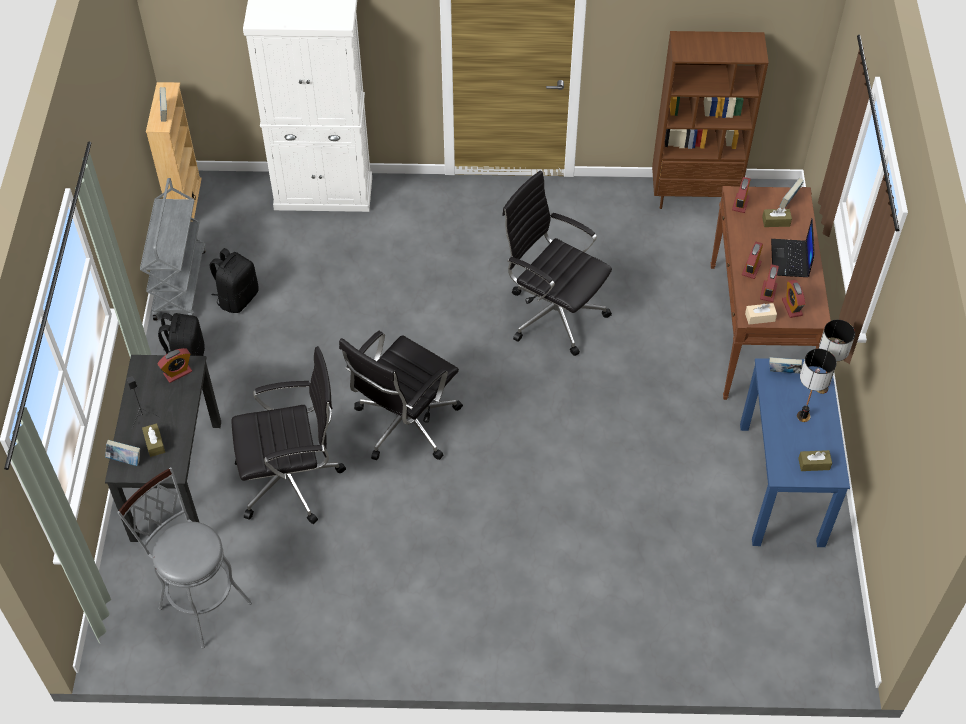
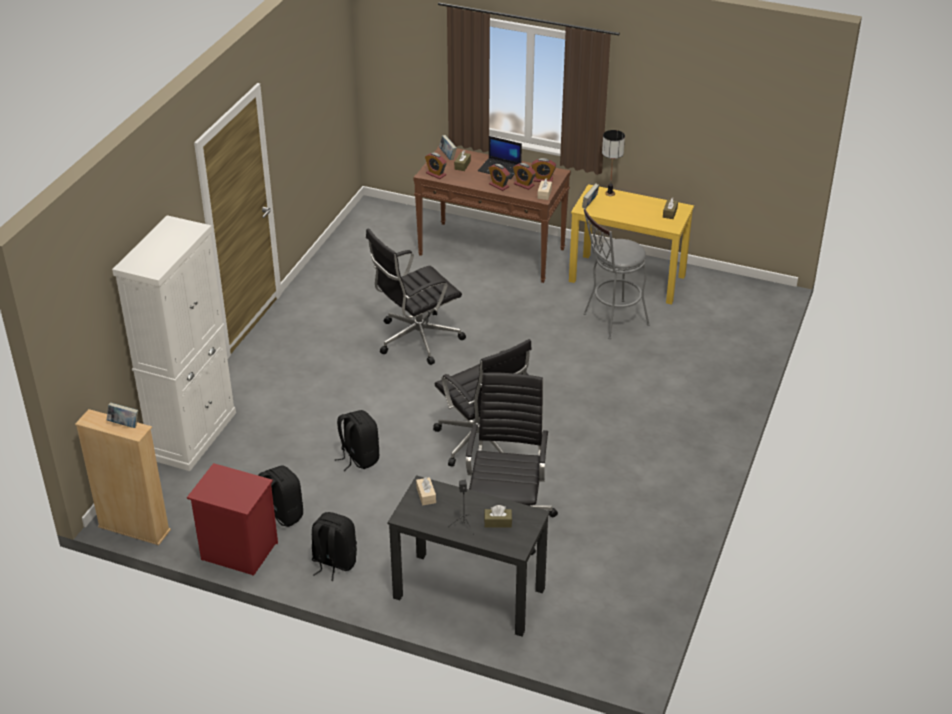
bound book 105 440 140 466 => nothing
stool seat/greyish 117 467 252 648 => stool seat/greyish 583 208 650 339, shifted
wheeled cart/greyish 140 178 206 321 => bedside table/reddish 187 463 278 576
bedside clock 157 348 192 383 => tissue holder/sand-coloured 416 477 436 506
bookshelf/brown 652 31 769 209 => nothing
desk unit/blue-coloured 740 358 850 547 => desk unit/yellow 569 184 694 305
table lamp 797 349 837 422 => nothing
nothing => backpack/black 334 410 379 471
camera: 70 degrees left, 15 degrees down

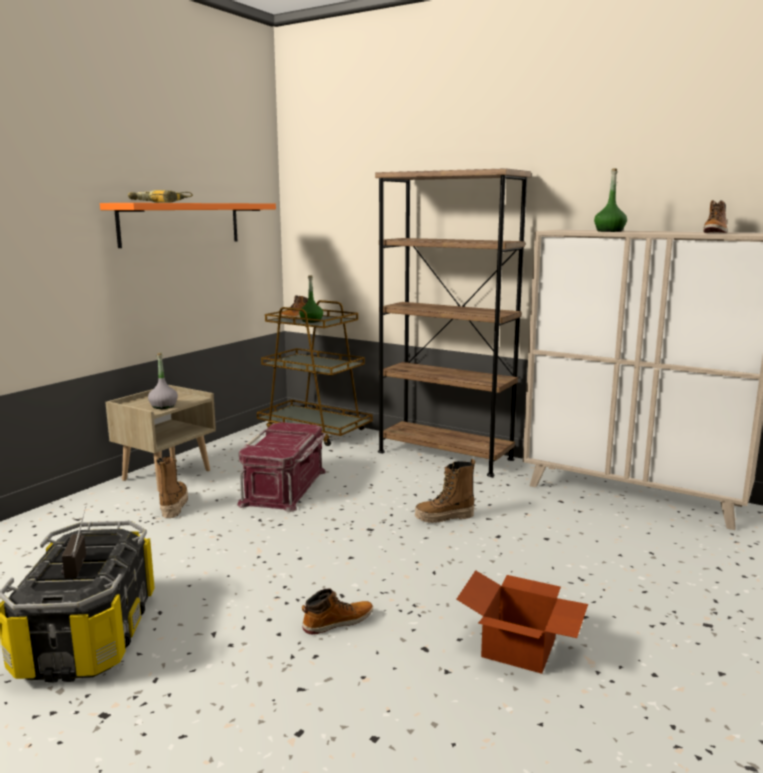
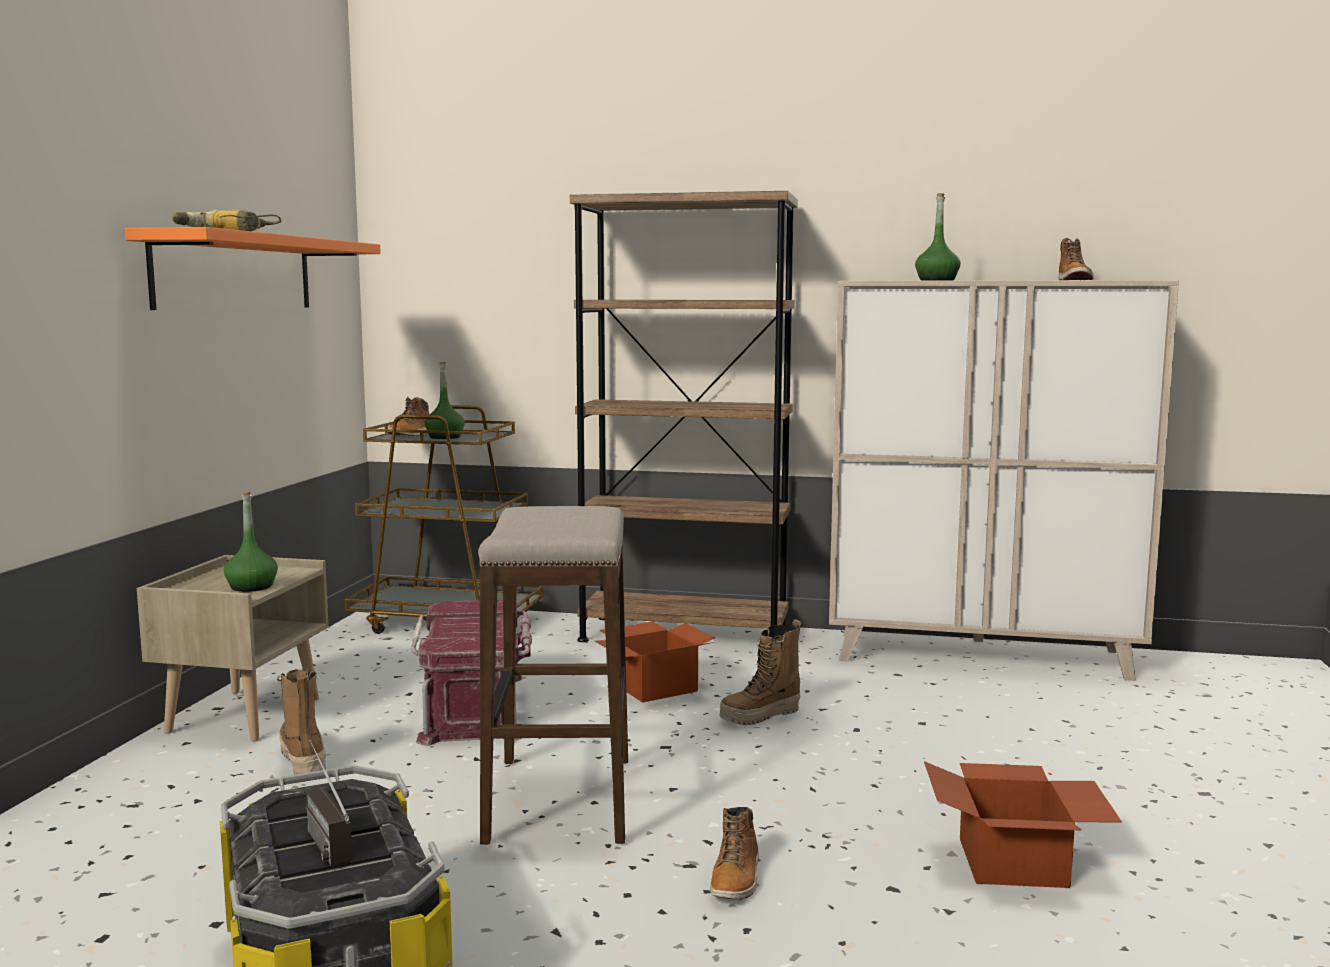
bottle/greyish 148 353 178 409 => bottle/green-coloured 224 491 278 592
boot 302 589 373 634 => boot 710 807 759 899, 150 degrees clockwise
nothing => stool seat 478 506 628 845
nothing => carton 595 621 715 703
camera: 20 degrees left, 5 degrees down

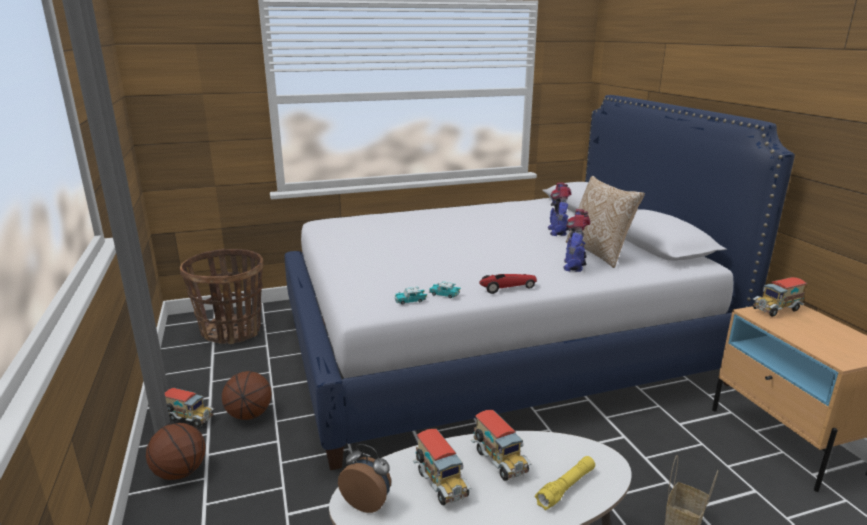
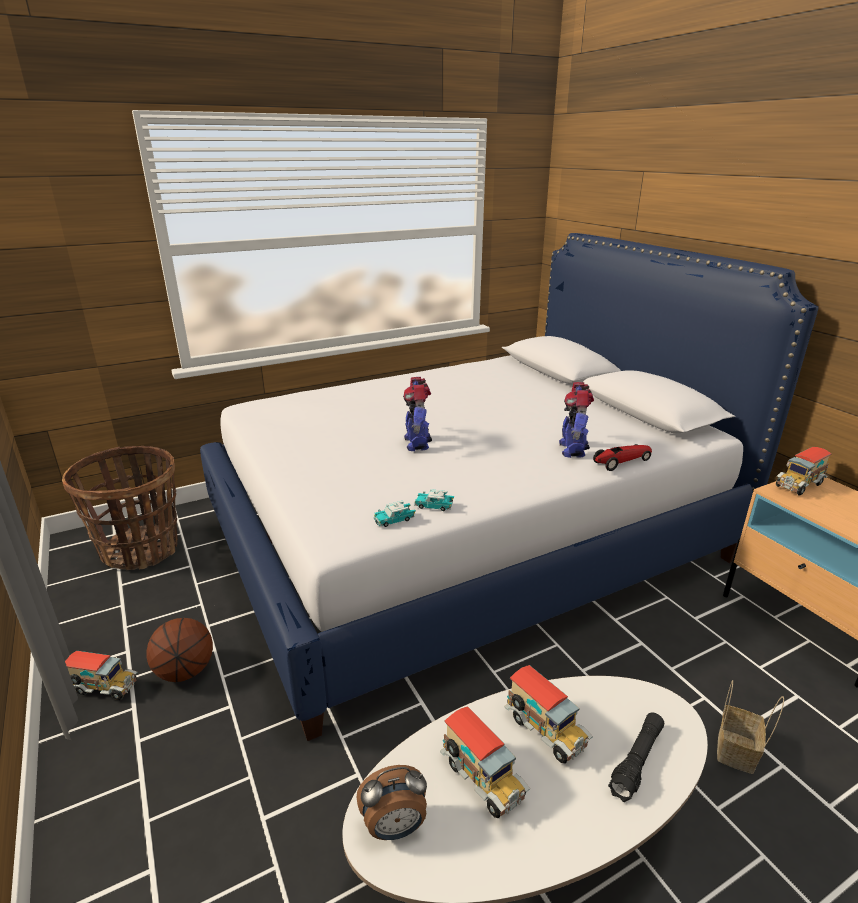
basketball 146 423 206 480 => nothing
bedside clock 338 444 391 513 => bedside clock 356 765 427 840, 150 degrees clockwise
model car 479 274 537 294 => model car 593 444 652 471, shifted
hand torch/yellow 535 456 595 510 => hand torch/black 608 712 664 802
toy robot 548 183 572 236 => toy robot 403 377 432 451, shifted
cushion 566 176 645 268 => nothing
camera: 10 degrees left, 5 degrees up

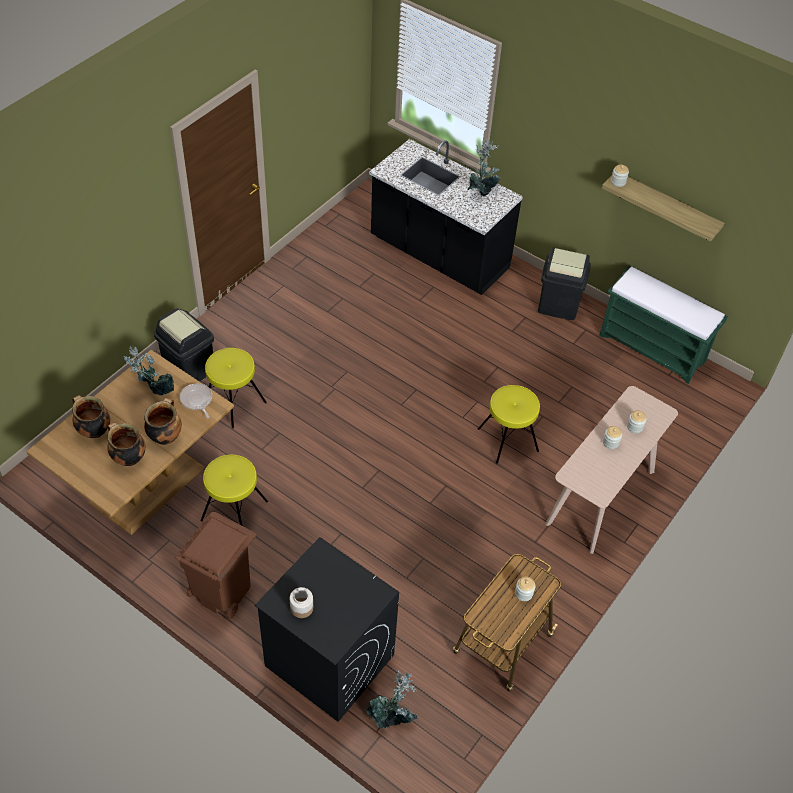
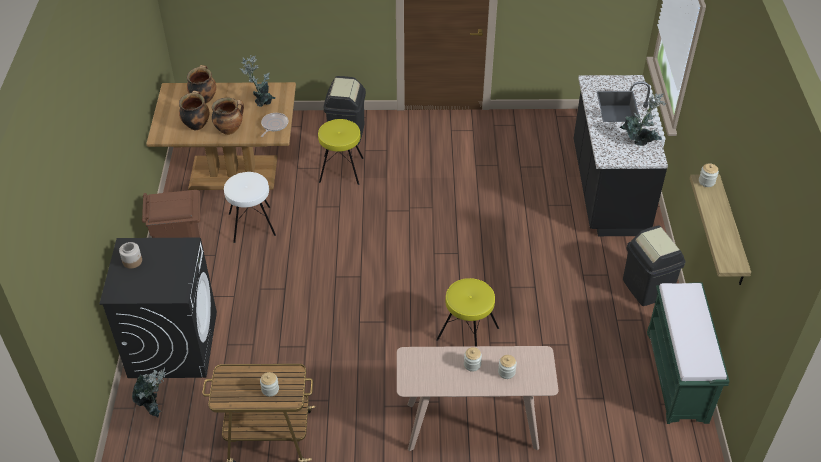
stool seat/yellow 200 455 268 526 => stool seat/whitish 224 172 276 243
camera: 55 degrees right, 5 degrees down

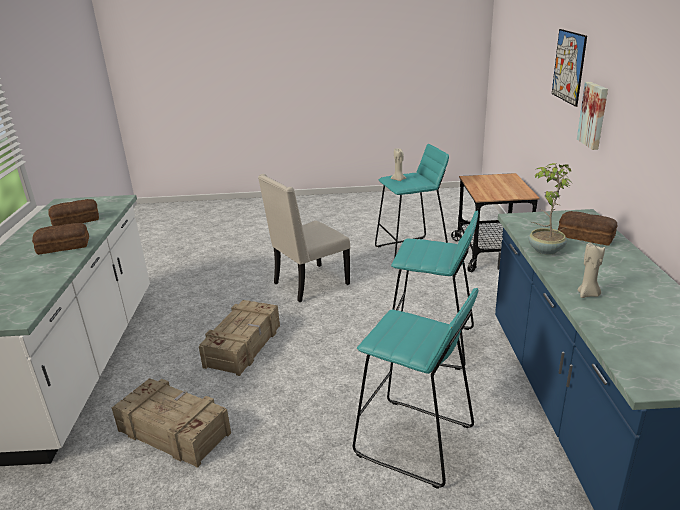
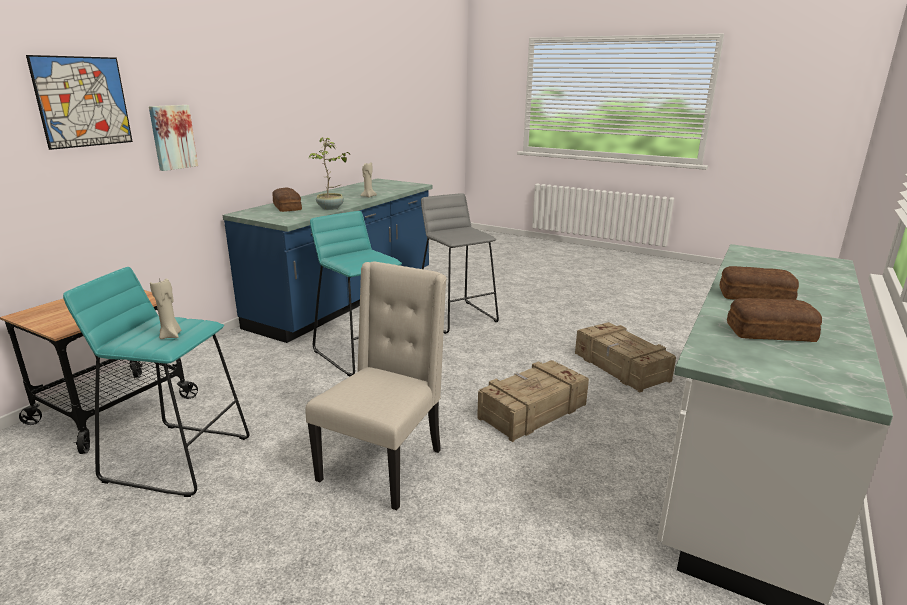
upright chair/sand-coloured 258 174 350 302 => upright chair/sand-coloured 305 261 447 510, 60 degrees counterclockwise
stool seat/blue-green 353 288 478 489 => stool seat/greyish 421 193 499 334
camera: 150 degrees left, 5 degrees down

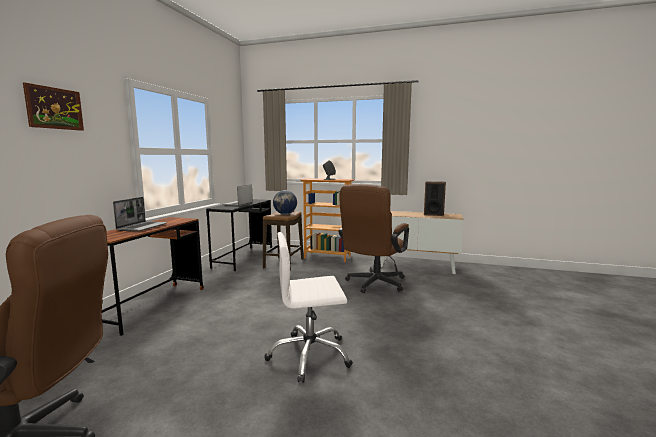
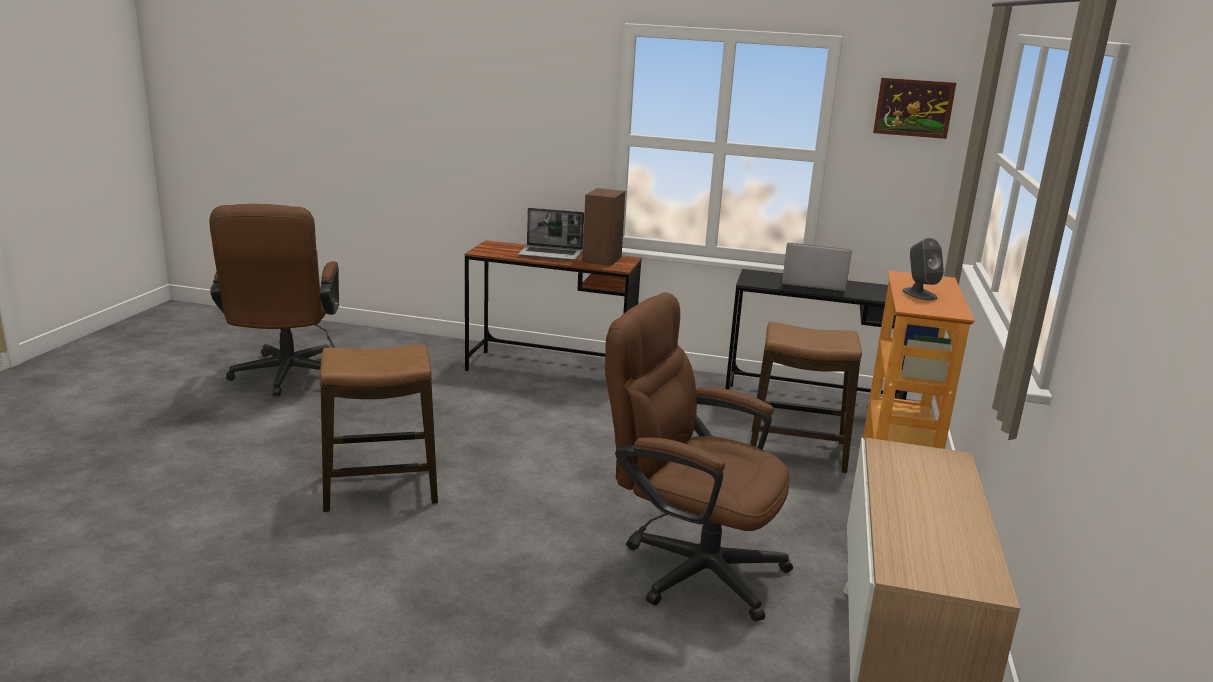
wall picture 23 82 84 131 => wall picture 873 78 956 139, shifted
desk chair/whitish 265 232 353 383 => stool seat 320 344 438 512
world globe 273 190 297 214 => nothing
loudspeaker 424 181 446 216 => loudspeaker 582 188 625 266, shifted
camera: 85 degrees right, 10 degrees up

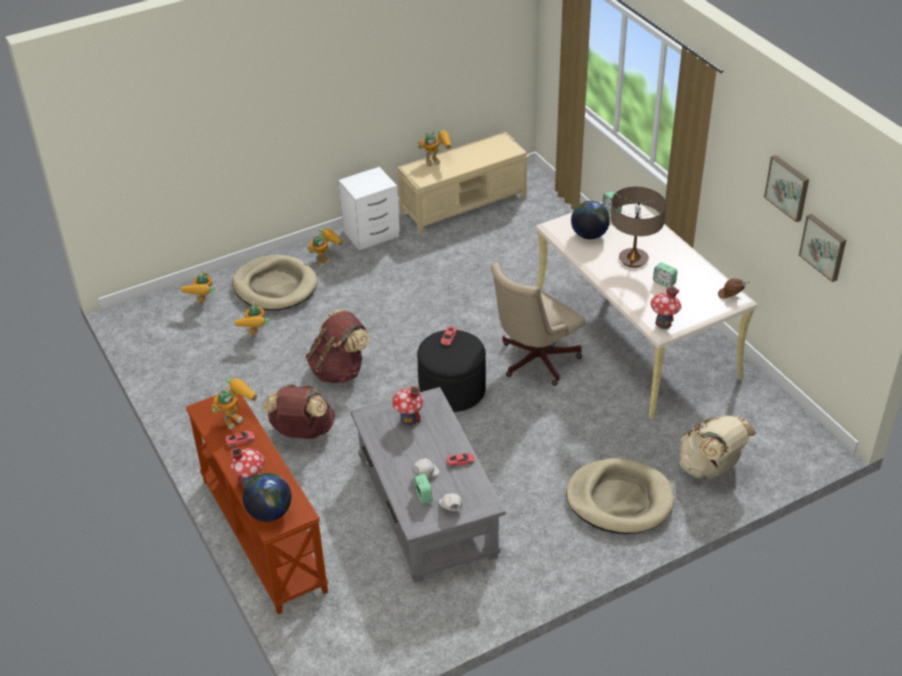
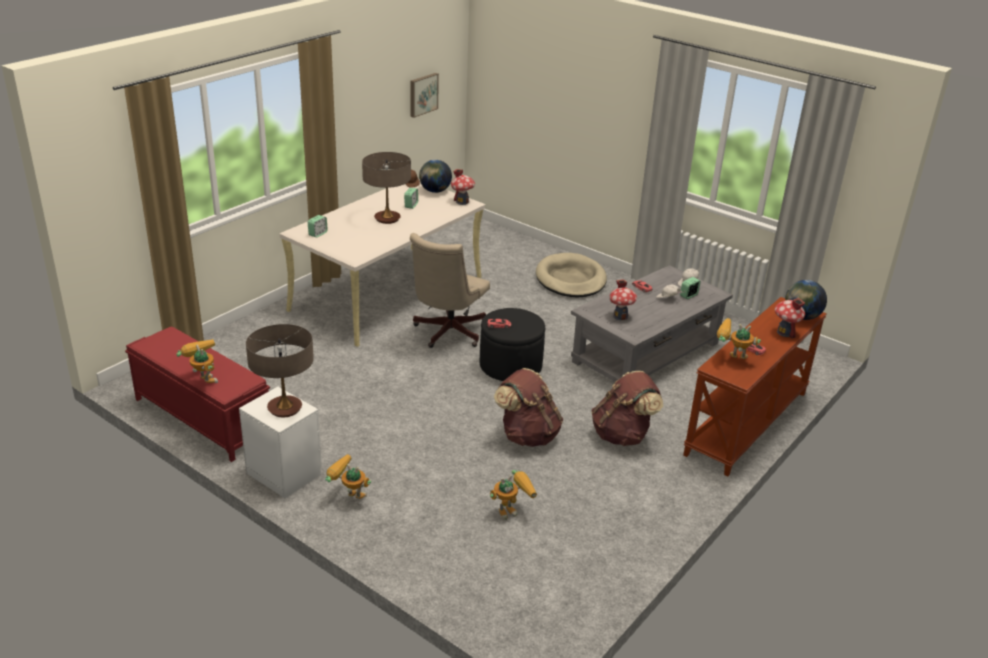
toy robot 181 269 215 304 => nothing
dog cushion/sand-coloured 232 255 318 310 => nothing
bench/sand-coloured 396 132 529 234 => bench/reddish 125 327 270 462
desk chair/sand-coloured 491 262 585 386 => desk chair/sand-coloured 410 233 490 348, 90 degrees clockwise
world globe 571 201 610 239 => world globe 419 160 452 193, shifted
backpack/sand-coloured 680 416 756 478 => nothing
wall picture 764 155 809 222 => nothing
nothing => table lamp 246 324 314 417
camera: 115 degrees left, 10 degrees down

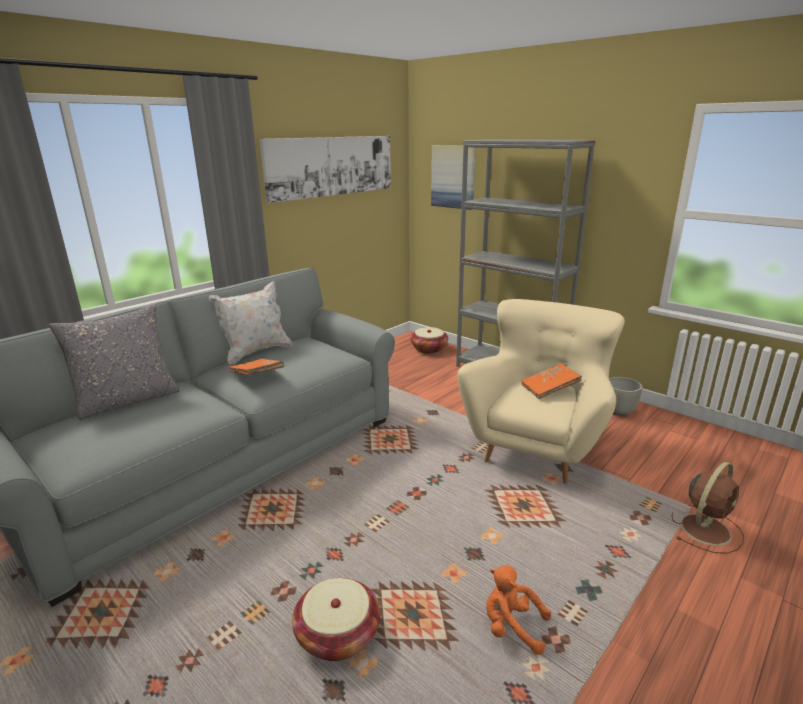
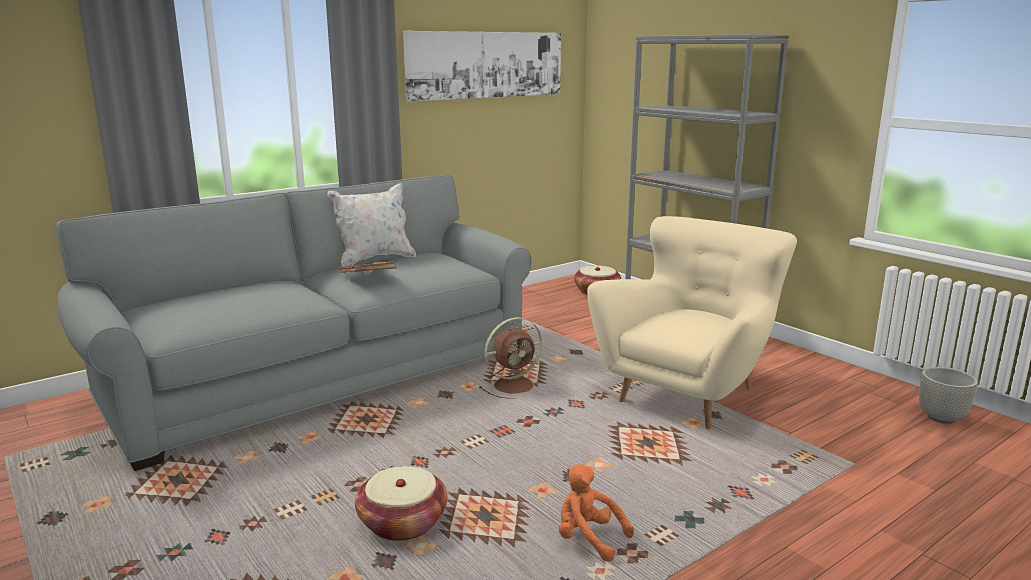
cushion/greyish 49 304 179 420 => nothing
wall picture 431 145 476 210 => nothing
bound book/orange 522 364 582 399 => nothing
flower pot/greyish 609 377 642 416 => flower pot/greyish 919 367 978 424, shifted
electric fan/brown 672 462 744 554 => electric fan/brown 479 317 542 399, shifted
camera: 10 degrees right, 5 degrees down

